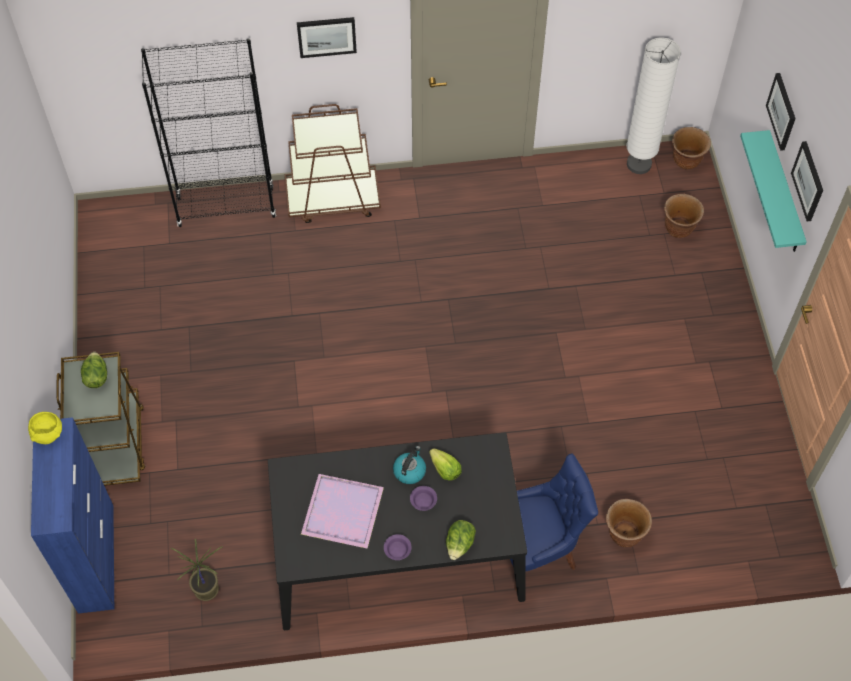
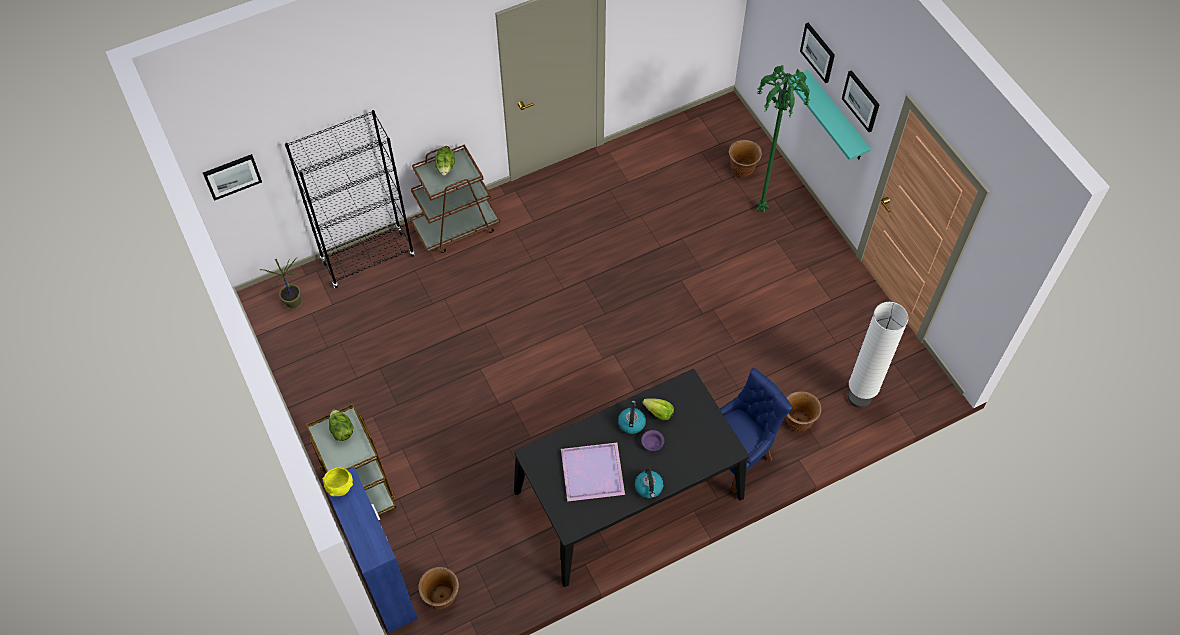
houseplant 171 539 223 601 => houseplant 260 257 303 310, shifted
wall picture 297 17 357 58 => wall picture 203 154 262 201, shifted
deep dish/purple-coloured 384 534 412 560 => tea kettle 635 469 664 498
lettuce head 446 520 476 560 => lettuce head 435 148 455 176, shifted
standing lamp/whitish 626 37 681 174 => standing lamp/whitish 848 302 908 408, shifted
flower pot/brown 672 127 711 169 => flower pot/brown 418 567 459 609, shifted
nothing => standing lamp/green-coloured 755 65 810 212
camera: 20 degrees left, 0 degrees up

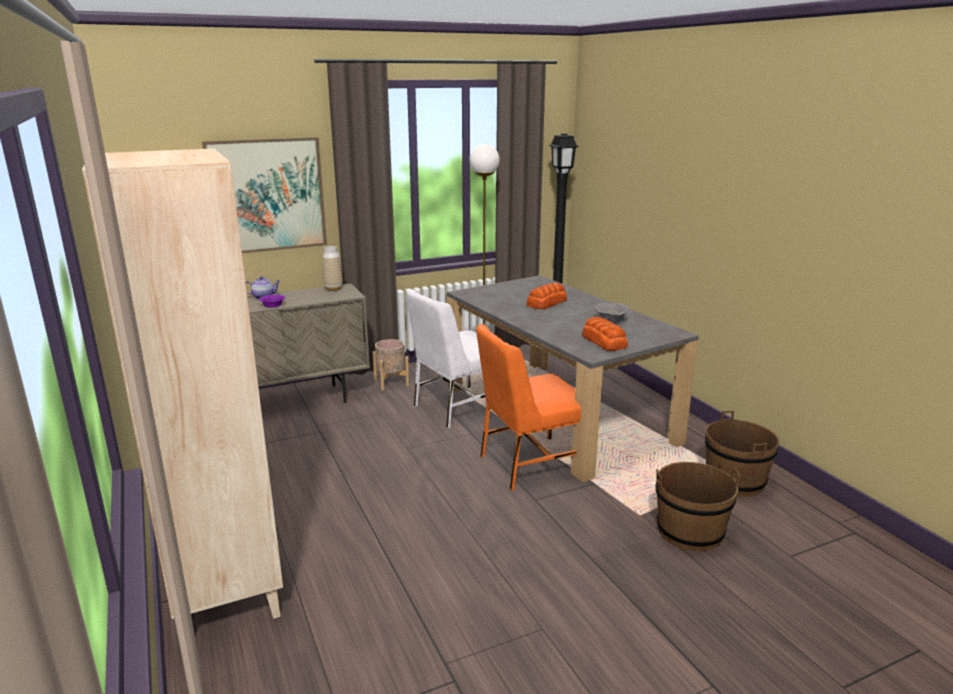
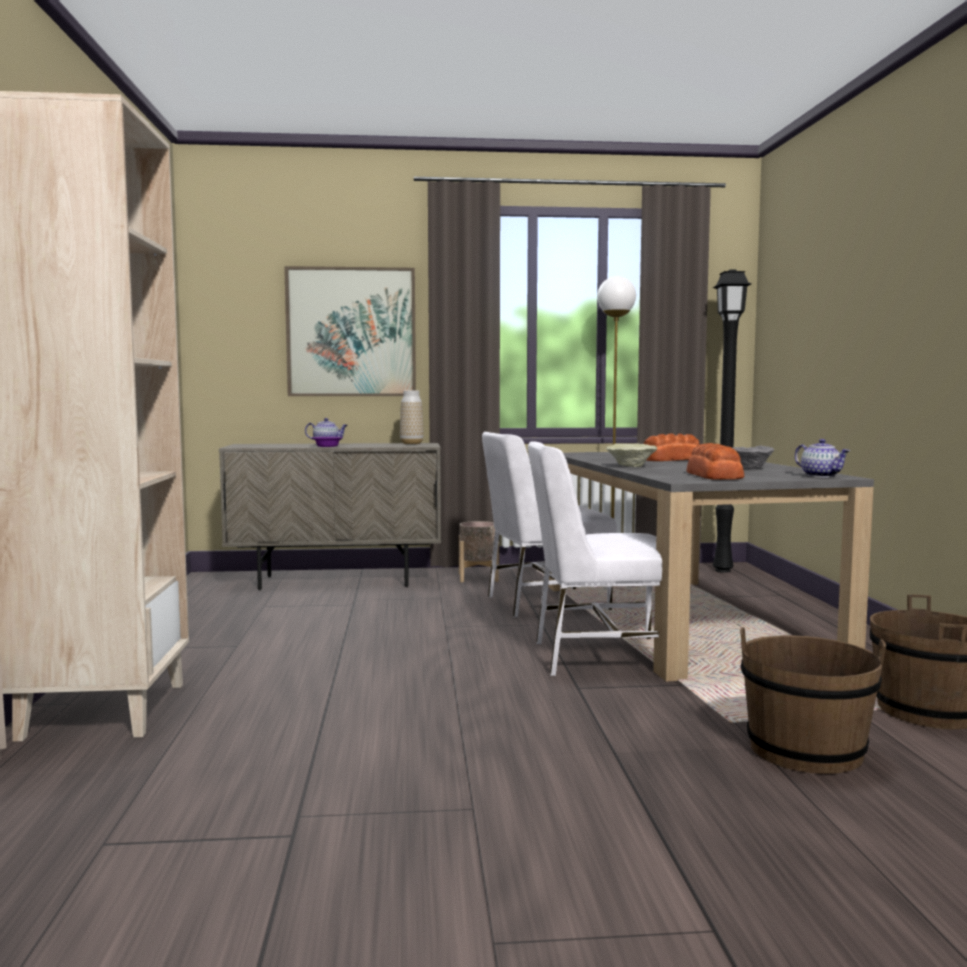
upright chair/orange 476 324 581 491 => upright chair/whitish 528 441 662 676
nothing => deep dish/sand-coloured 606 443 657 467
nothing => tea pot 795 439 850 477
camera: 20 degrees right, 15 degrees down

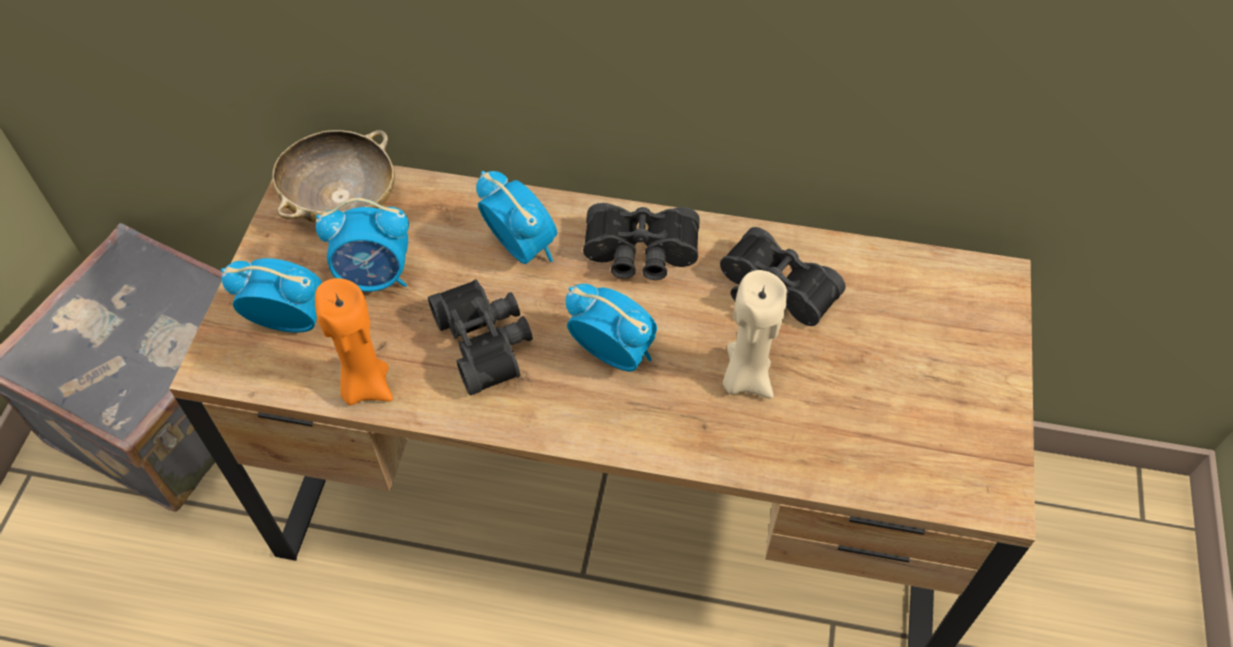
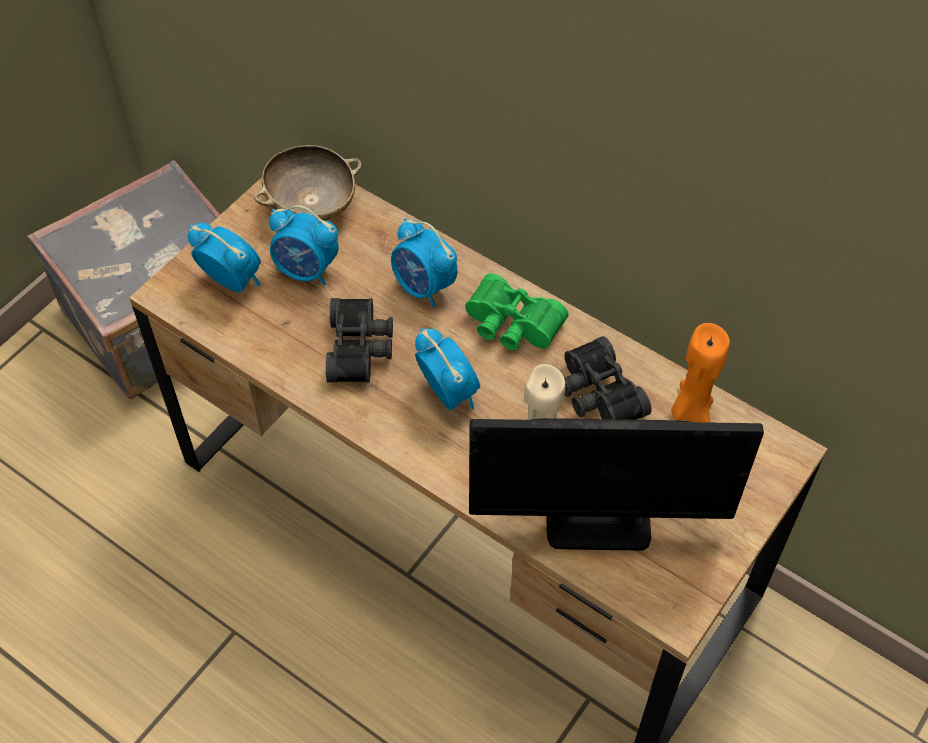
candle/orange 315 278 393 406 => candle/orange 671 323 730 423, shifted
bedside clock 476 171 557 264 => bedside clock 391 218 458 307, 150 degrees clockwise
pair of binoculars/black 583 203 700 280 => pair of binoculars/green-coloured 465 274 568 351
nothing => computer display 469 418 764 550
camera: 25 degrees right, 0 degrees up

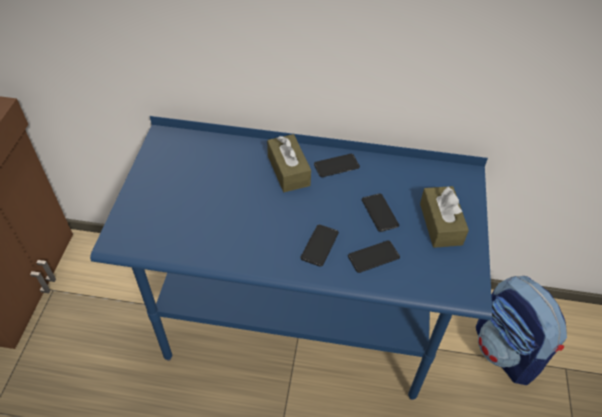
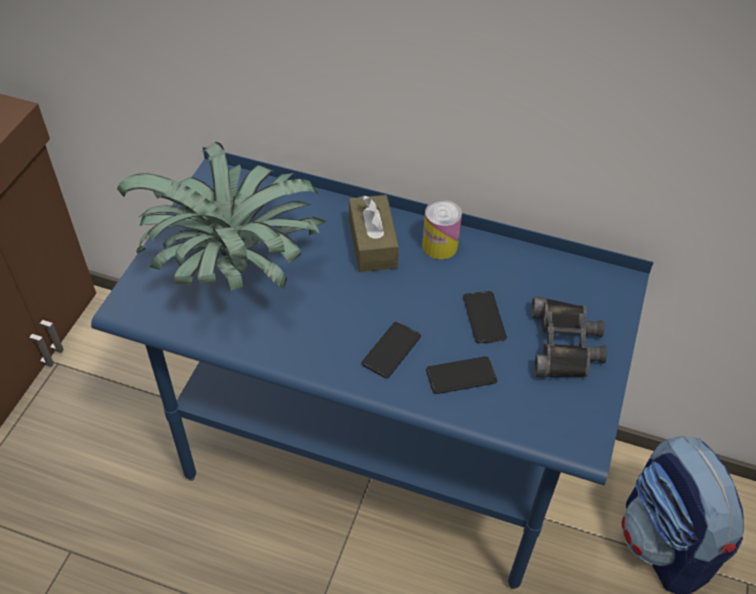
handset 314 154 360 177 => can 422 200 462 259
tissue holder/brown 420 186 469 248 => pair of binoculars/black 531 297 607 378
nothing => houseplant 117 142 326 291
camera: 10 degrees right, 0 degrees up

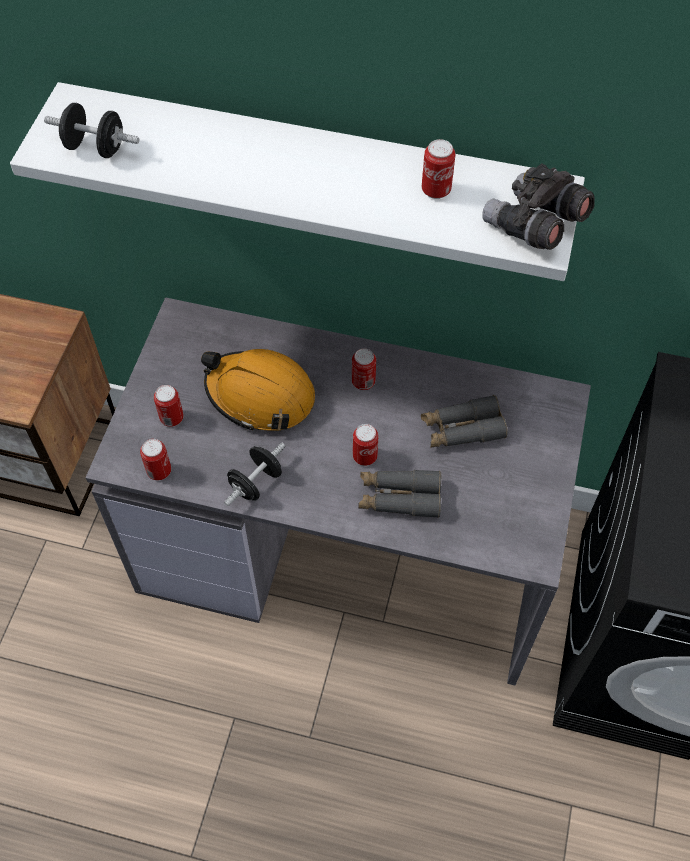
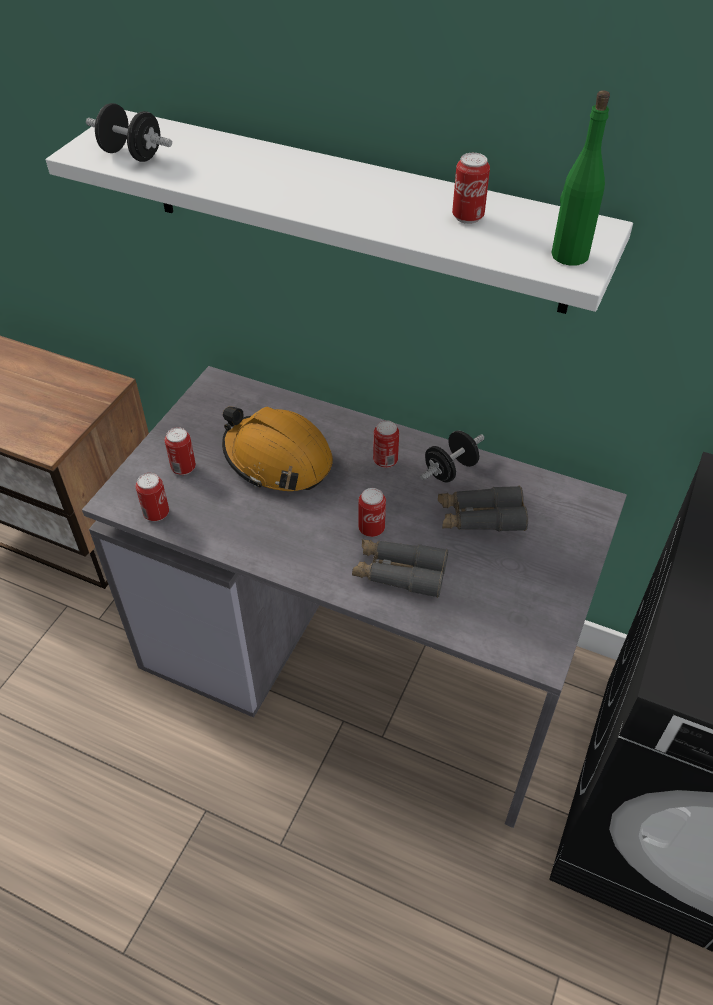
hand weight/black 224 443 285 506 => hand weight/black 420 430 484 483, shifted
pair of binoculars/greyish 482 163 595 250 => bottle/green-coloured 551 90 610 266
camera: 10 degrees right, 10 degrees down

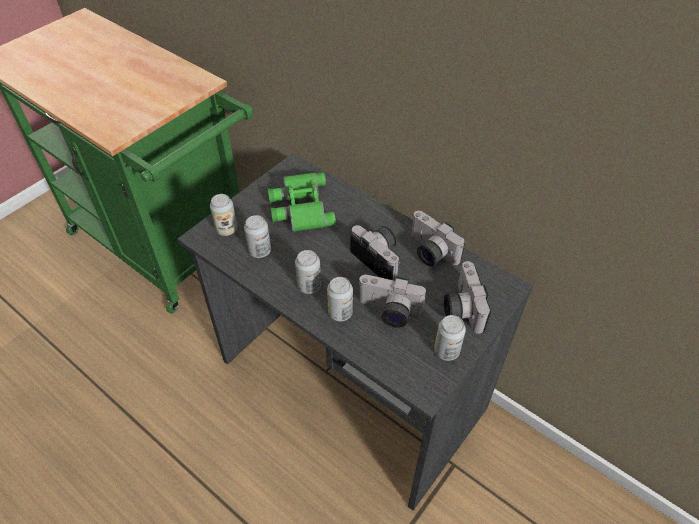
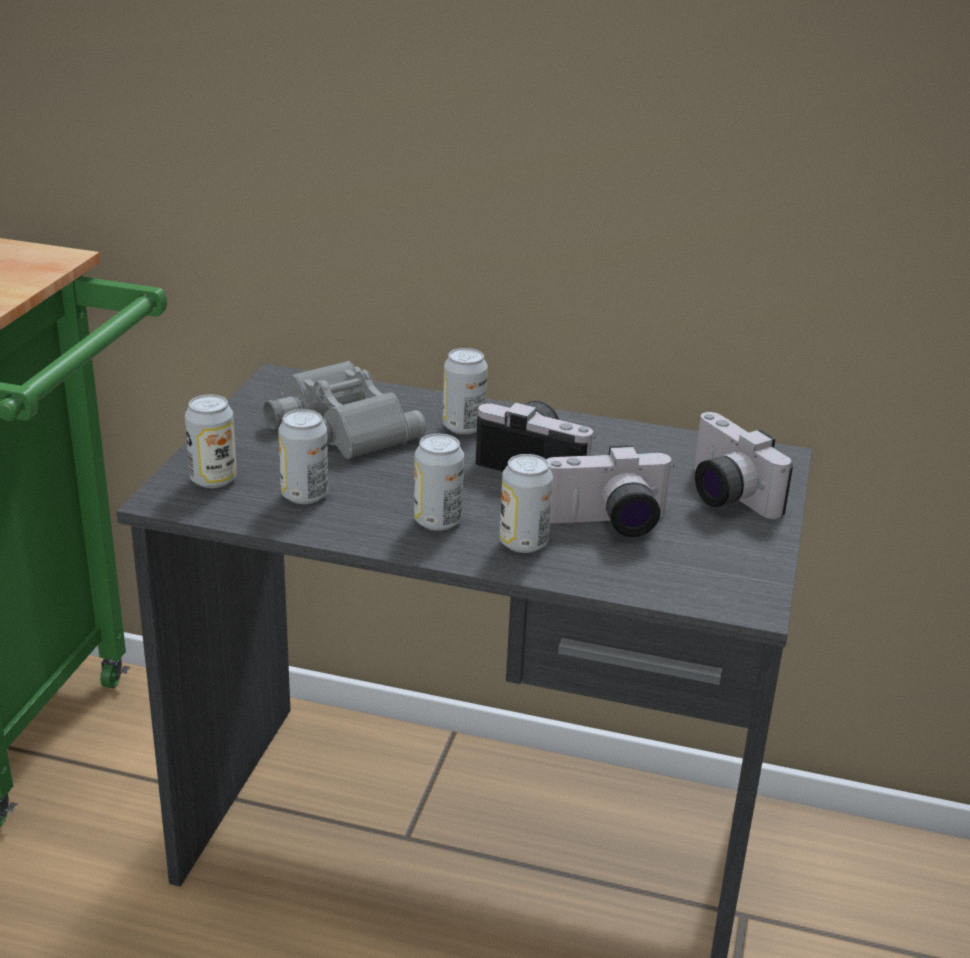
pair of binoculars/green-coloured 268 172 336 232 => pair of binoculars/greyish 263 361 426 459
still camera 411 211 465 266 => nothing
can 434 315 466 361 => can 443 348 488 434, shifted
camera: 25 degrees left, 20 degrees down

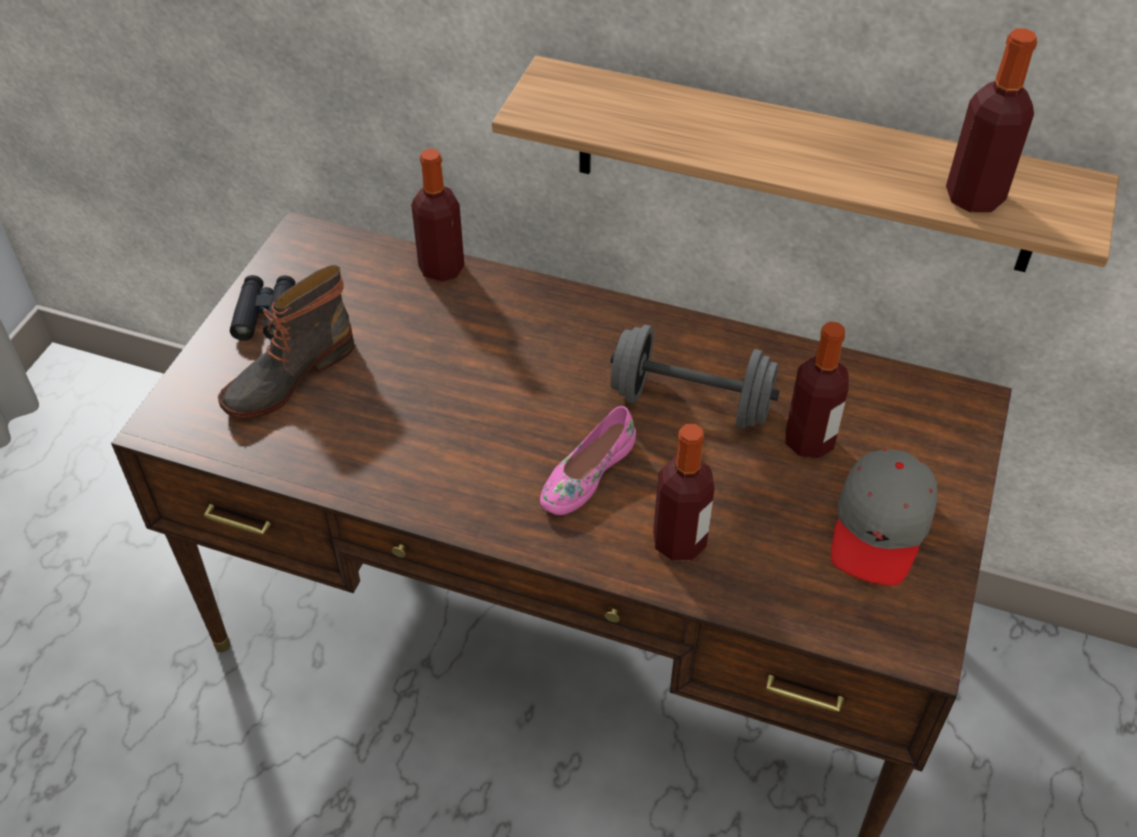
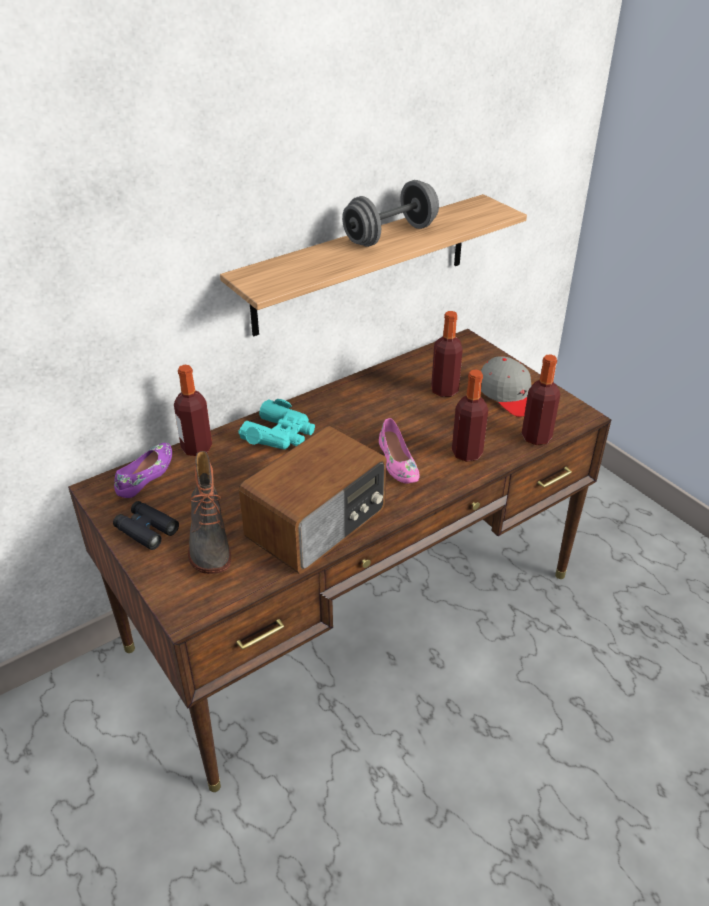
hand weight/greyish 610 325 780 429 => hand weight/greyish 342 180 439 247, shifted
bottle 946 28 1037 212 => bottle 522 354 560 445, shifted
nothing => low shoe/purple-coloured 114 443 172 498
nothing => pair of binoculars/blue-green 238 399 315 449
nothing => radio receiver 239 426 386 574
camera: 55 degrees left, 10 degrees down

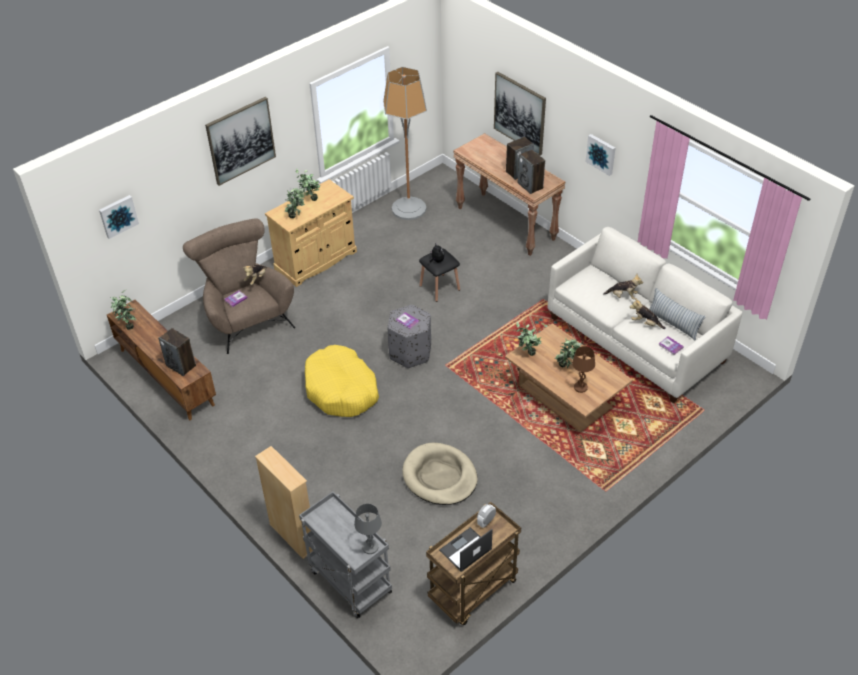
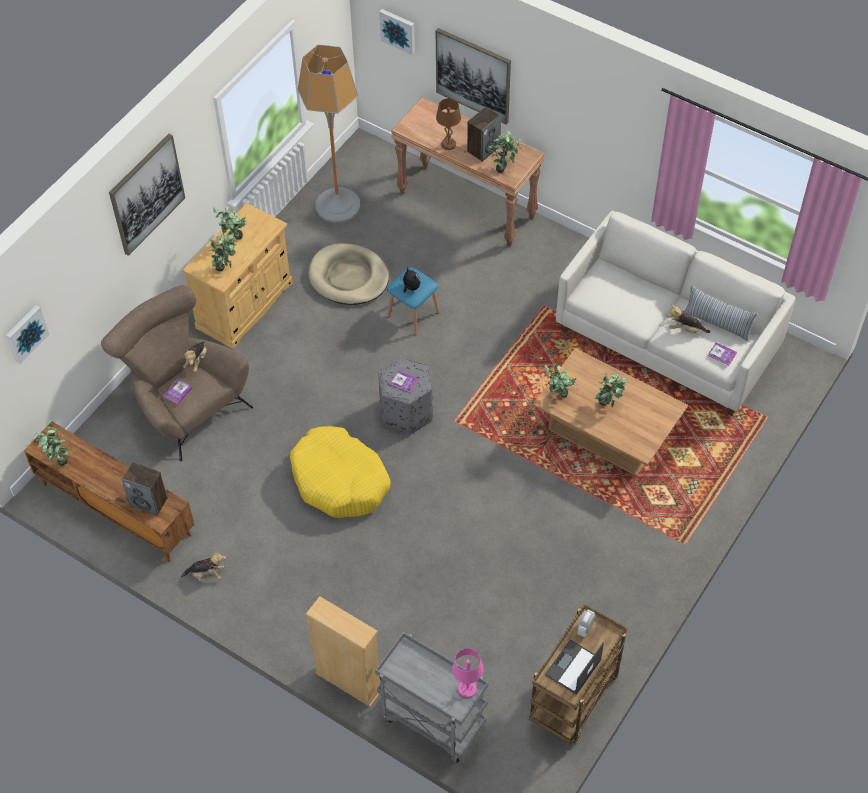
table lamp/greyish 354 504 382 554 => table lamp/pink-coloured 452 648 483 698
dog cushion/sand-coloured 402 443 478 505 => dog cushion/sand-coloured 308 243 389 305, shifted
stool seat/black 419 248 460 302 => stool seat/blue-coloured 387 267 439 335
loudspeaker 518 150 545 194 => houseplant 488 130 521 173
table lamp/brown 572 346 595 393 => table lamp/brown 436 98 461 150, shifted
wall picture 586 134 615 176 => wall picture 379 9 415 55, shifted
cuddly toy 603 274 643 299 => cuddly toy 181 550 226 582, shifted
camera: 15 degrees left, 10 degrees up

